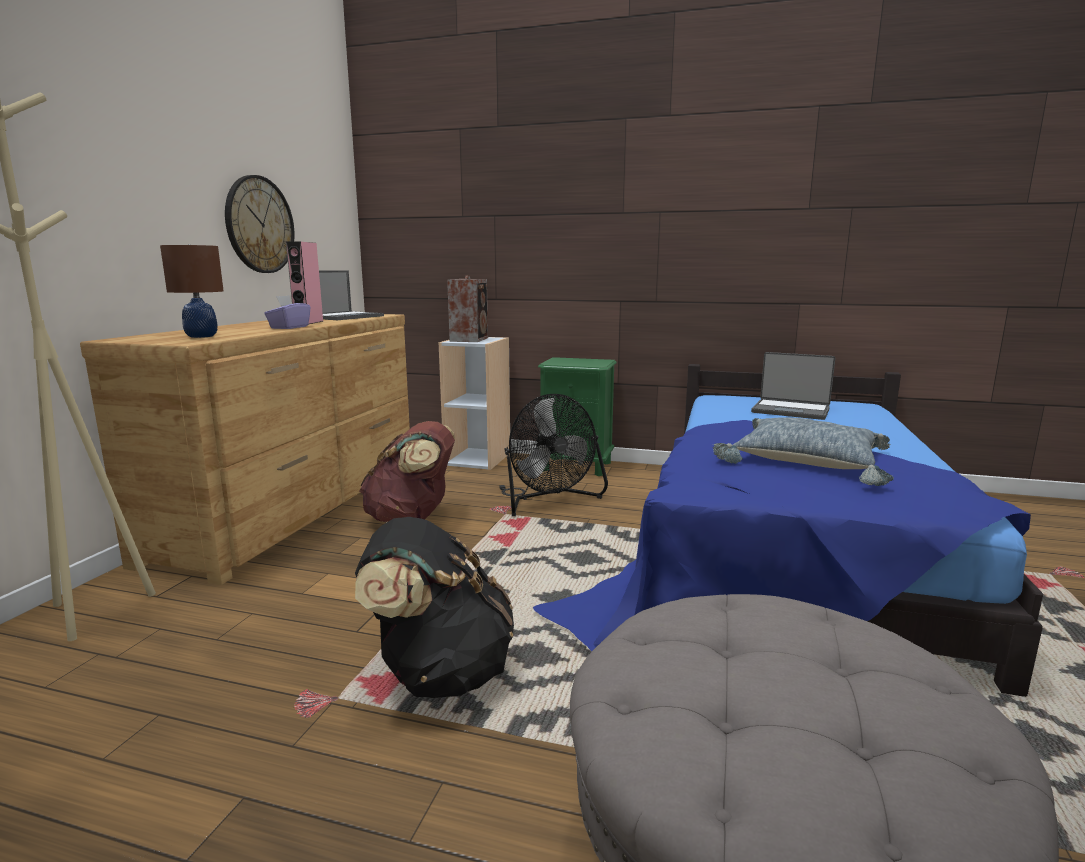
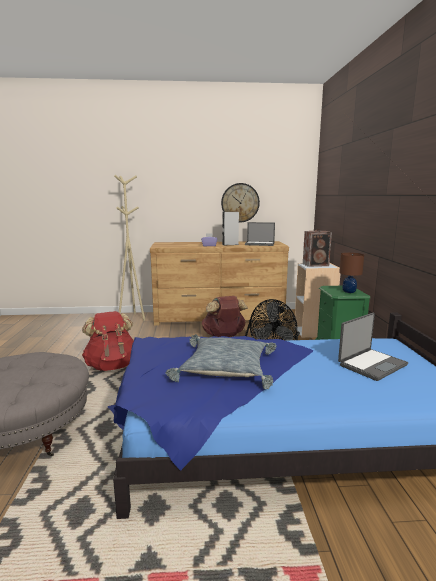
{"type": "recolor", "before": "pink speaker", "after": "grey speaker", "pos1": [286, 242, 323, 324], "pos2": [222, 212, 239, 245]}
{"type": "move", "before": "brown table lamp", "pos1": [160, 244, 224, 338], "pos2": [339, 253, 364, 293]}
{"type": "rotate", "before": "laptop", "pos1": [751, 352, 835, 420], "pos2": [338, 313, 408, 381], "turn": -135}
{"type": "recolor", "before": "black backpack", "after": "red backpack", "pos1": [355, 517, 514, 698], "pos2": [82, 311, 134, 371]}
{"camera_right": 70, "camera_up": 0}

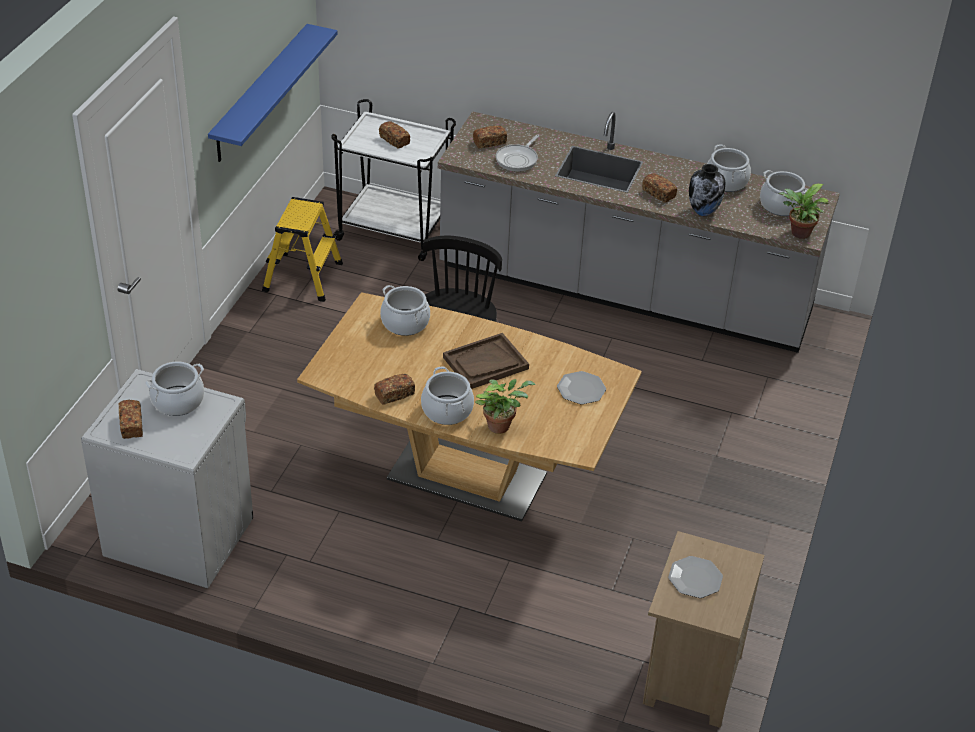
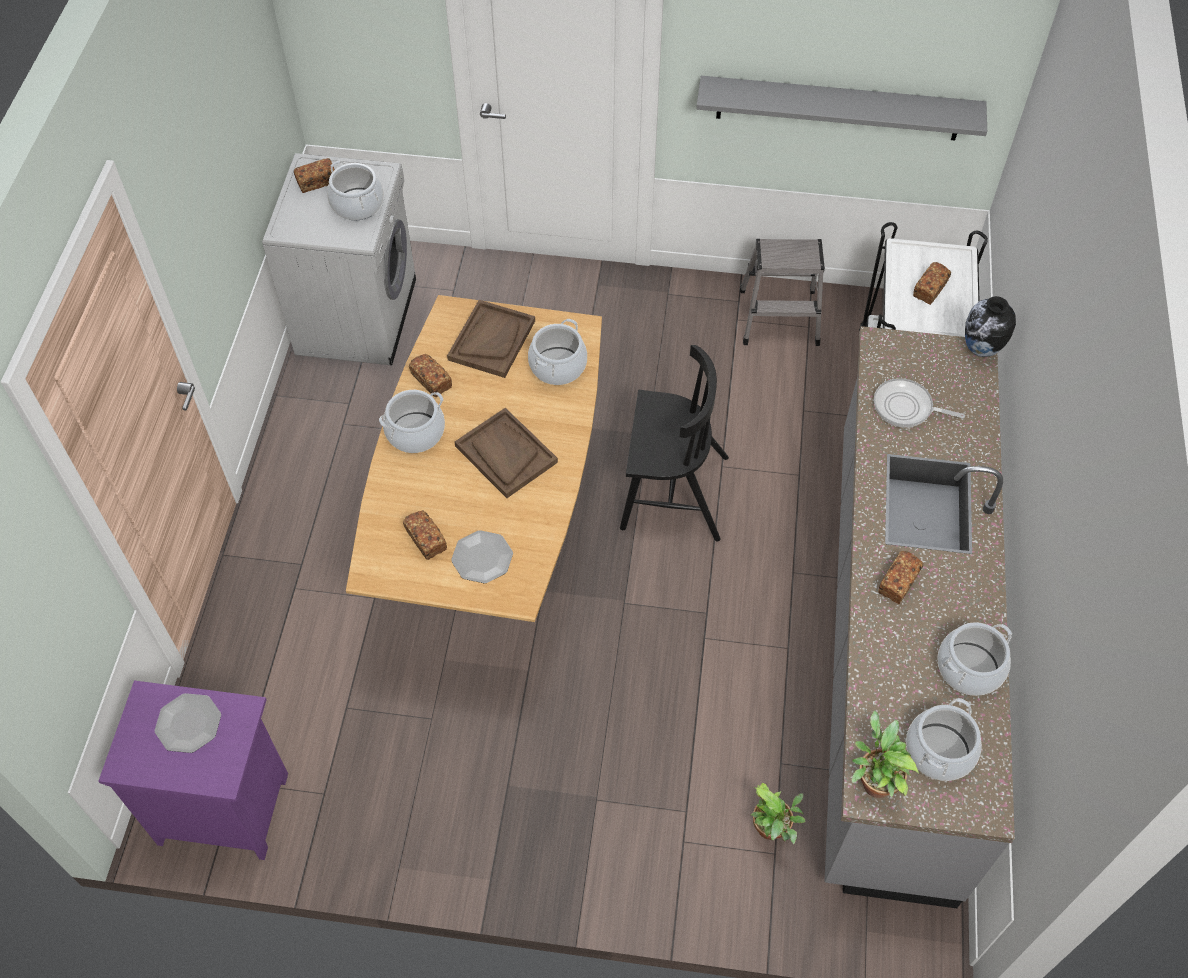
{"type": "recolor", "before": "blue shelf", "after": "grey shelf", "pos1": [208, 24, 338, 162], "pos2": [696, 76, 987, 141]}
{"type": "move", "before": "bread", "pos1": [473, 126, 507, 149], "pos2": [403, 510, 447, 560]}
{"type": "move", "before": "vase", "pos1": [689, 164, 726, 216], "pos2": [965, 296, 1016, 357]}
{"type": "recolor", "before": "yellow step ladder", "after": "grey step ladder", "pos1": [262, 197, 343, 302], "pos2": [740, 238, 825, 346]}
{"type": "move", "before": "potted plant", "pos1": [475, 379, 536, 434], "pos2": [751, 783, 805, 844]}
{"type": "recolor", "before": "beige nightstand", "after": "purple nightstand", "pos1": [643, 531, 765, 728], "pos2": [98, 680, 288, 860]}
{"type": "insert", "after": "brown tray", "pos2": [447, 300, 535, 378]}
{"camera_right": 80, "camera_up": 15}

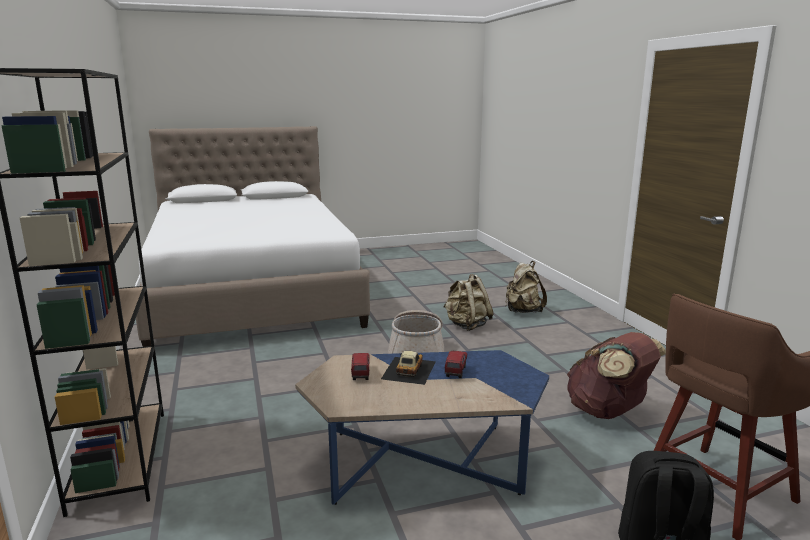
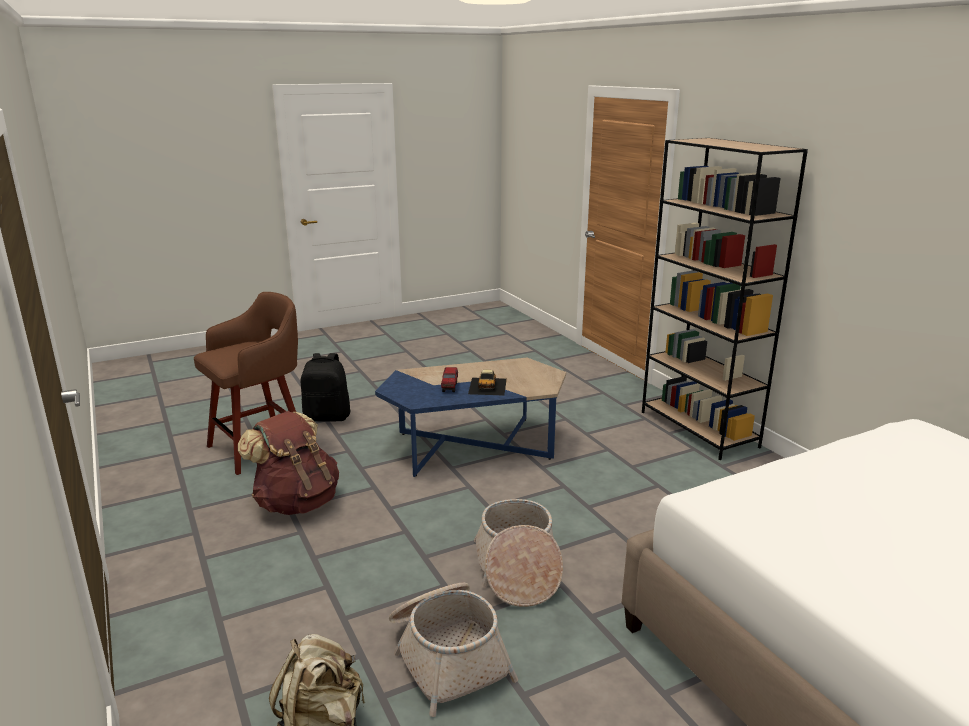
{"type": "replace", "before": "beige backpack", "after": "basket", "pos1": [443, 274, 494, 331], "pos2": [389, 582, 518, 717]}
{"type": "delete", "before": "toy truck", "pos1": [351, 353, 369, 380]}
{"camera_right": 170, "camera_up": 5}

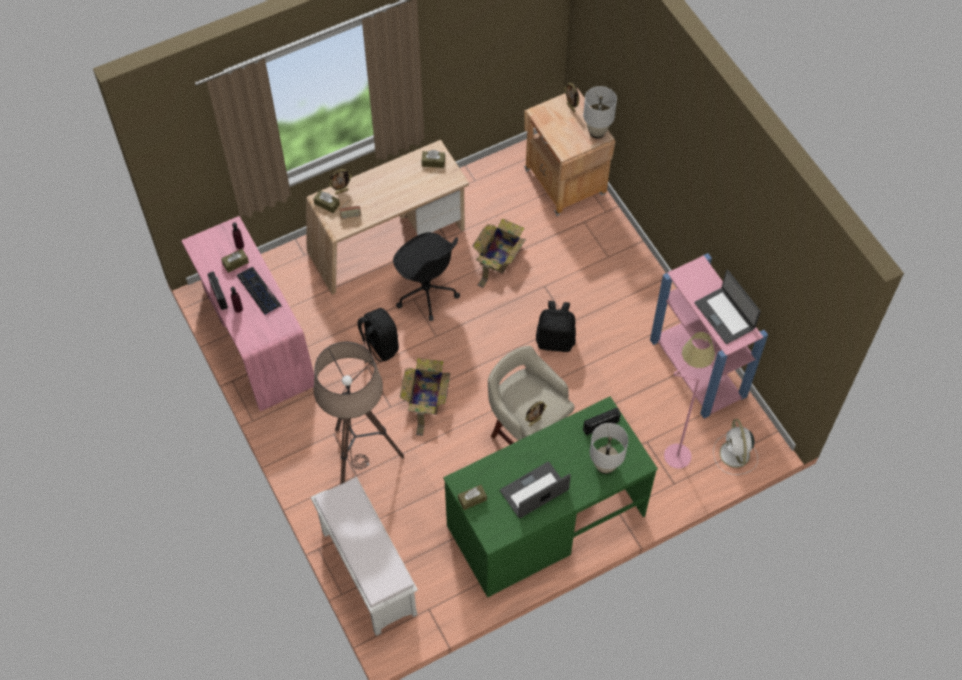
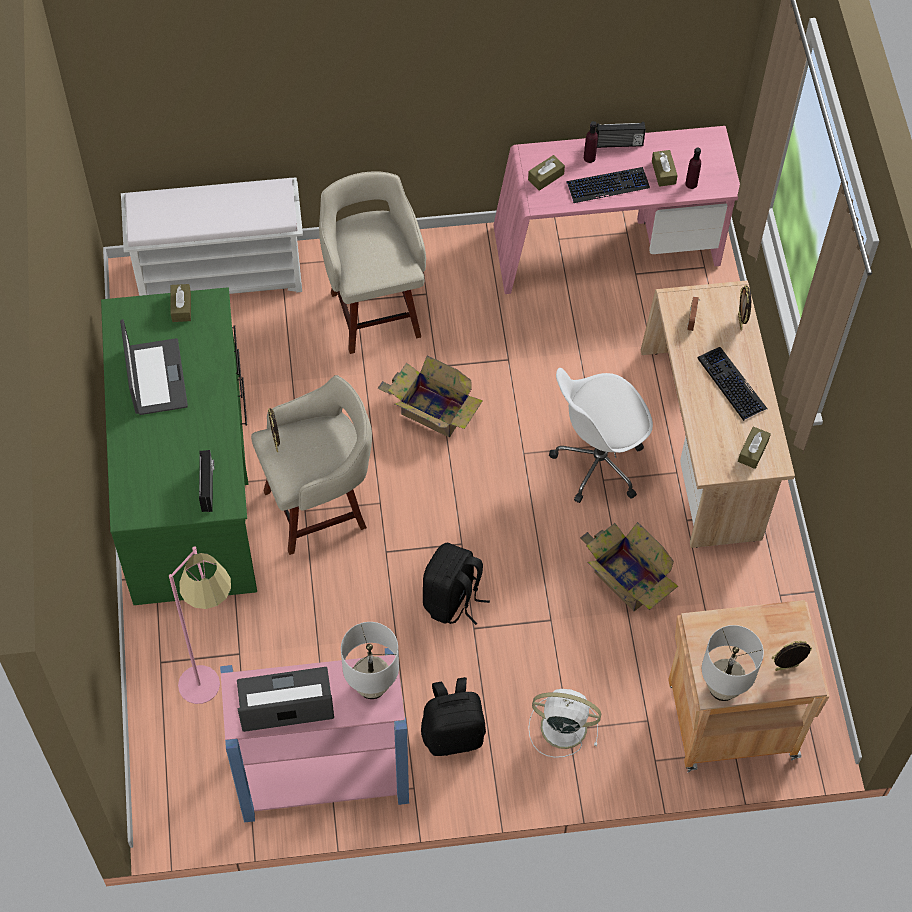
{"type": "move", "before": "brown tissue box", "pos1": [313, 190, 340, 213], "pos2": [528, 155, 565, 191]}
{"type": "recolor", "before": "black office chair", "after": "white office chair", "pos1": [393, 232, 460, 321], "pos2": [549, 368, 653, 503]}
{"type": "move", "before": "black backpack", "pos1": [358, 308, 399, 363], "pos2": [421, 677, 486, 756]}
{"type": "replace", "before": "floor lamp", "after": "beige stool", "pos1": [314, 342, 404, 485], "pos2": [319, 171, 426, 354]}
{"type": "move", "before": "white fan", "pos1": [713, 419, 758, 475], "pos2": [528, 689, 601, 758]}
{"type": "move", "before": "white table lamp", "pos1": [590, 423, 628, 474], "pos2": [341, 622, 399, 699]}
{"type": "insert", "after": "keyboard", "pos2": [697, 347, 768, 421]}
{"camera_right": 110, "camera_up": 0}

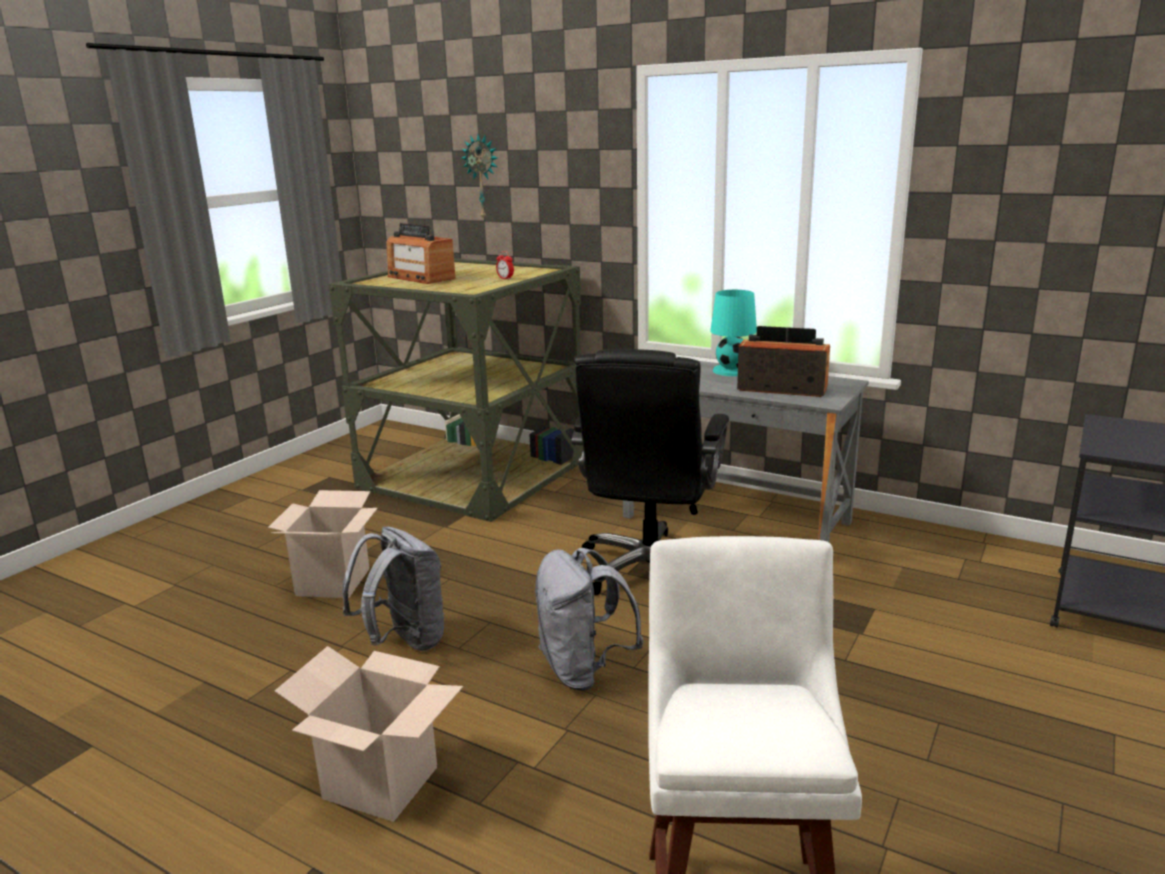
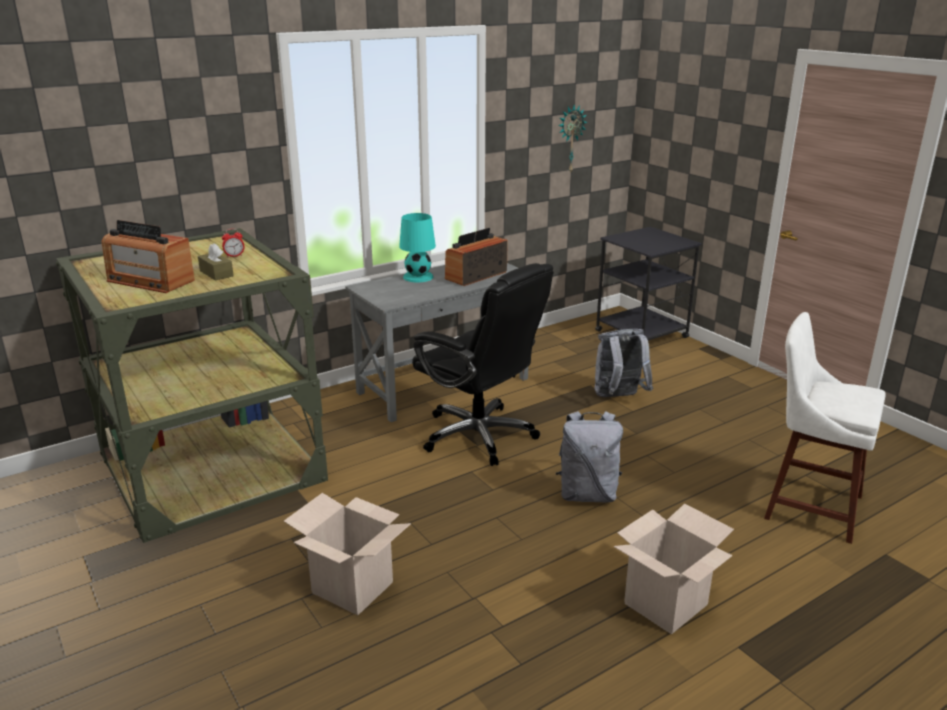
{"type": "move", "before": "wall clock", "pos1": [462, 134, 498, 220], "pos2": [558, 105, 587, 174]}
{"type": "rotate", "before": "radio", "pos1": [386, 223, 455, 284], "pos2": [101, 220, 195, 293], "turn": 45}
{"type": "move", "before": "grey backpack", "pos1": [343, 526, 444, 651], "pos2": [594, 329, 653, 397]}
{"type": "insert", "after": "brown tissue box", "pos2": [198, 243, 234, 281]}
{"camera_right": -65, "camera_up": 5}

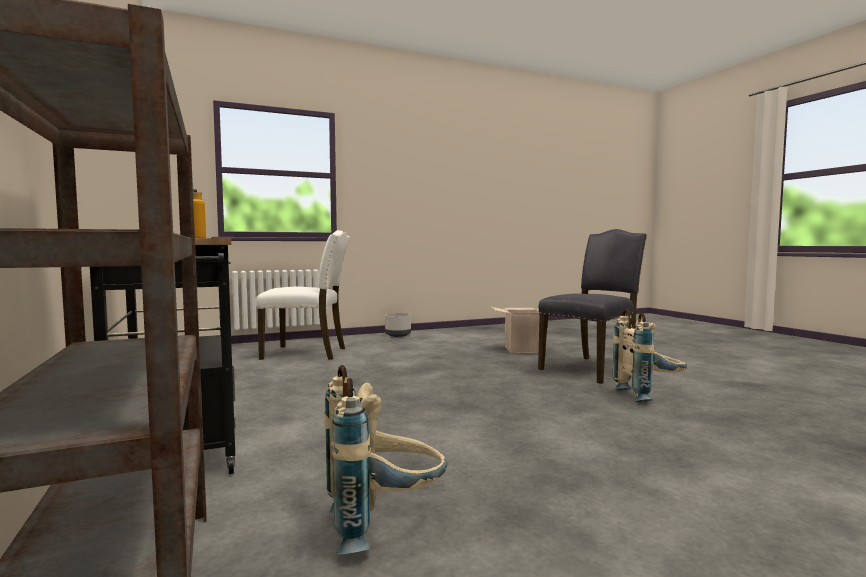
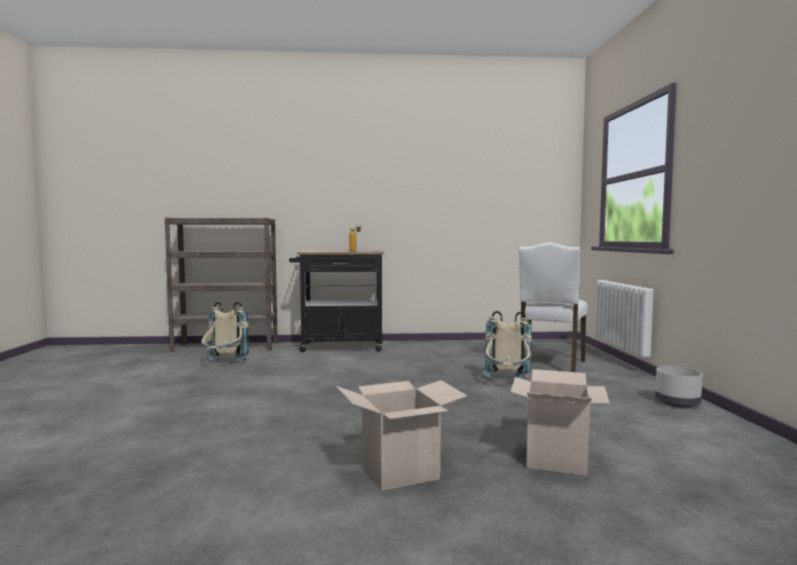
{"type": "replace", "before": "grey chair", "after": "cardboard box", "pos1": [538, 229, 647, 384], "pos2": [336, 380, 467, 491]}
{"type": "move", "before": "beige backpack", "pos1": [613, 309, 687, 402], "pos2": [483, 311, 532, 380]}
{"camera_right": 110, "camera_up": 0}

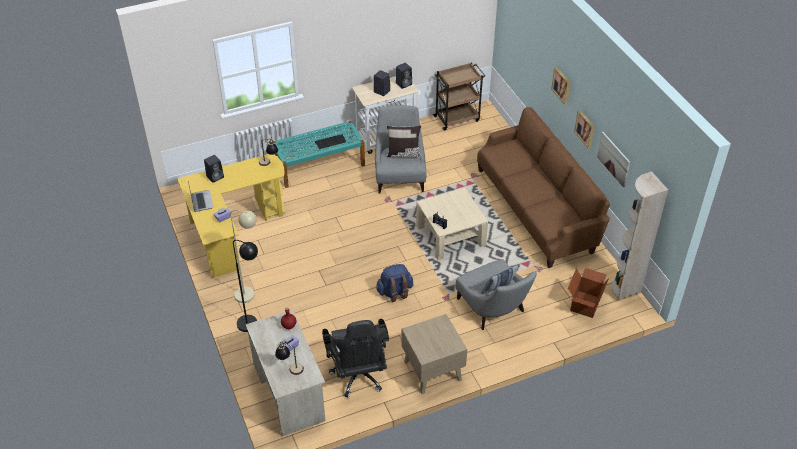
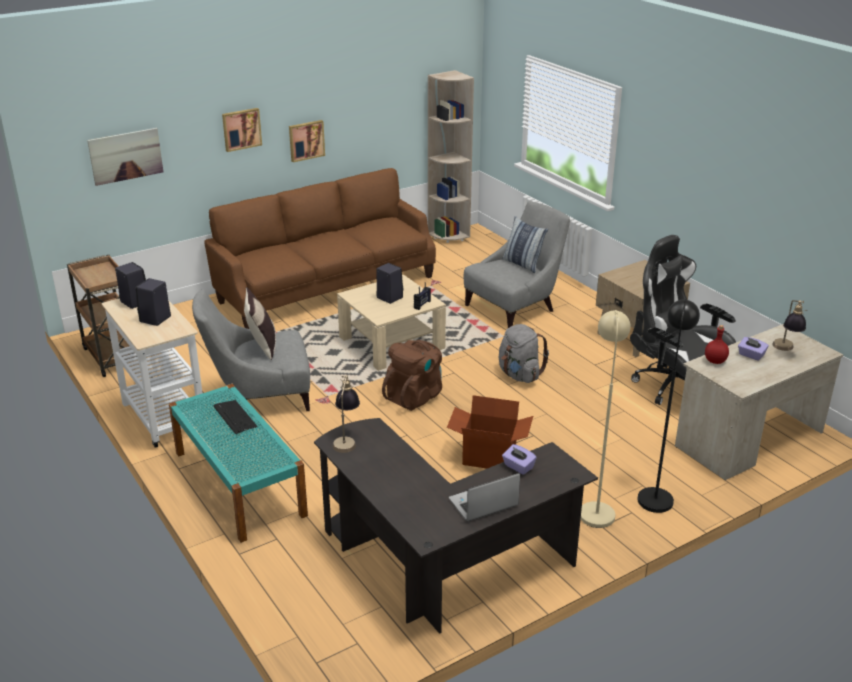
{"type": "move", "before": "picture", "pos1": [597, 132, 630, 187], "pos2": [87, 128, 163, 186]}
{"type": "recolor", "before": "yellow desk", "after": "black desk", "pos1": [177, 154, 285, 278], "pos2": [314, 418, 598, 634]}
{"type": "move", "before": "black speaker", "pos1": [204, 155, 224, 183], "pos2": [376, 263, 403, 304]}
{"type": "recolor", "before": "blue backpack", "after": "grey backpack", "pos1": [376, 264, 414, 302], "pos2": [499, 324, 549, 383]}
{"type": "move", "before": "cardboard box", "pos1": [568, 268, 609, 318], "pos2": [447, 395, 533, 469]}
{"type": "rotate", "before": "black office chair", "pos1": [322, 319, 389, 398], "pos2": [630, 235, 736, 405], "turn": -105}
{"type": "insert", "after": "brown backpack", "pos2": [382, 340, 442, 411]}
{"camera_right": -100, "camera_up": -15}

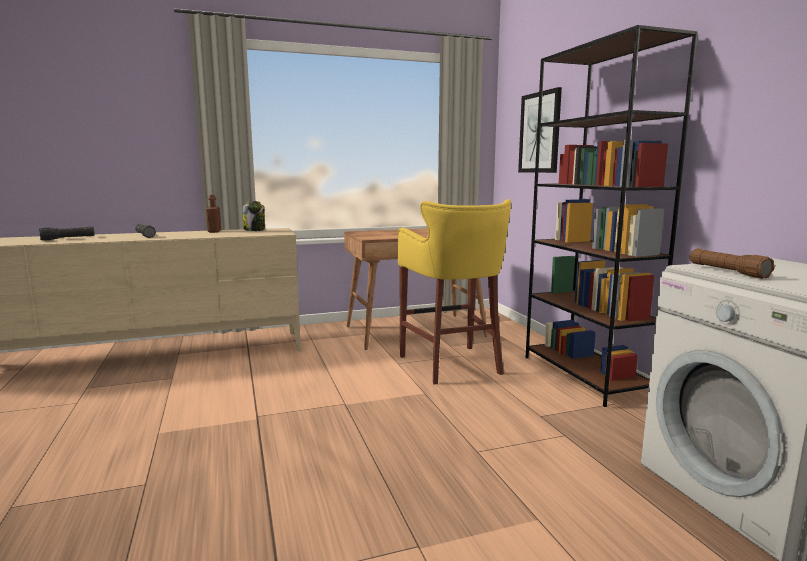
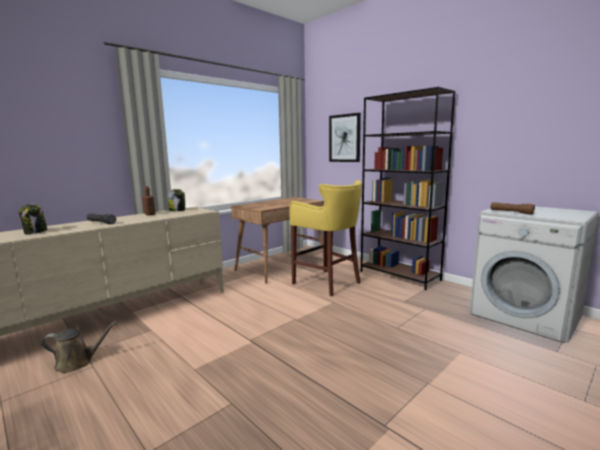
{"type": "replace", "before": "black flashlight", "after": "jar", "pos1": [39, 227, 95, 241], "pos2": [18, 204, 47, 235]}
{"type": "insert", "after": "brown watering can", "pos2": [41, 321, 117, 373]}
{"camera_right": -25, "camera_up": 0}

